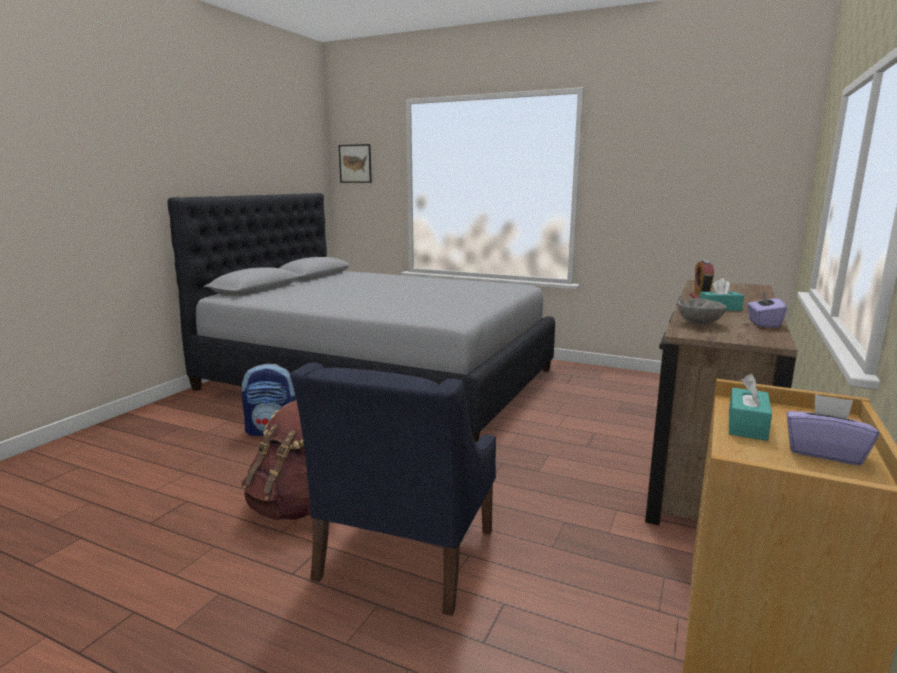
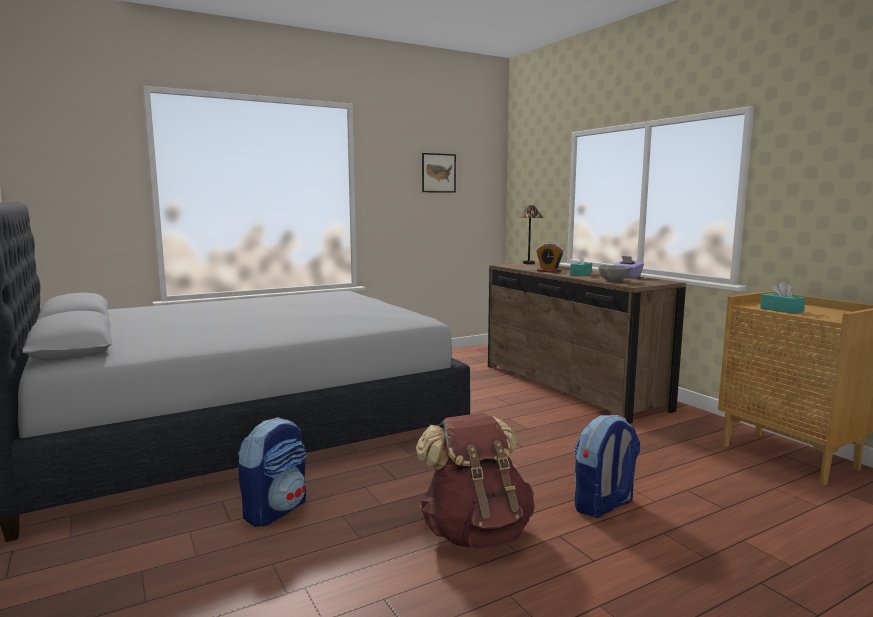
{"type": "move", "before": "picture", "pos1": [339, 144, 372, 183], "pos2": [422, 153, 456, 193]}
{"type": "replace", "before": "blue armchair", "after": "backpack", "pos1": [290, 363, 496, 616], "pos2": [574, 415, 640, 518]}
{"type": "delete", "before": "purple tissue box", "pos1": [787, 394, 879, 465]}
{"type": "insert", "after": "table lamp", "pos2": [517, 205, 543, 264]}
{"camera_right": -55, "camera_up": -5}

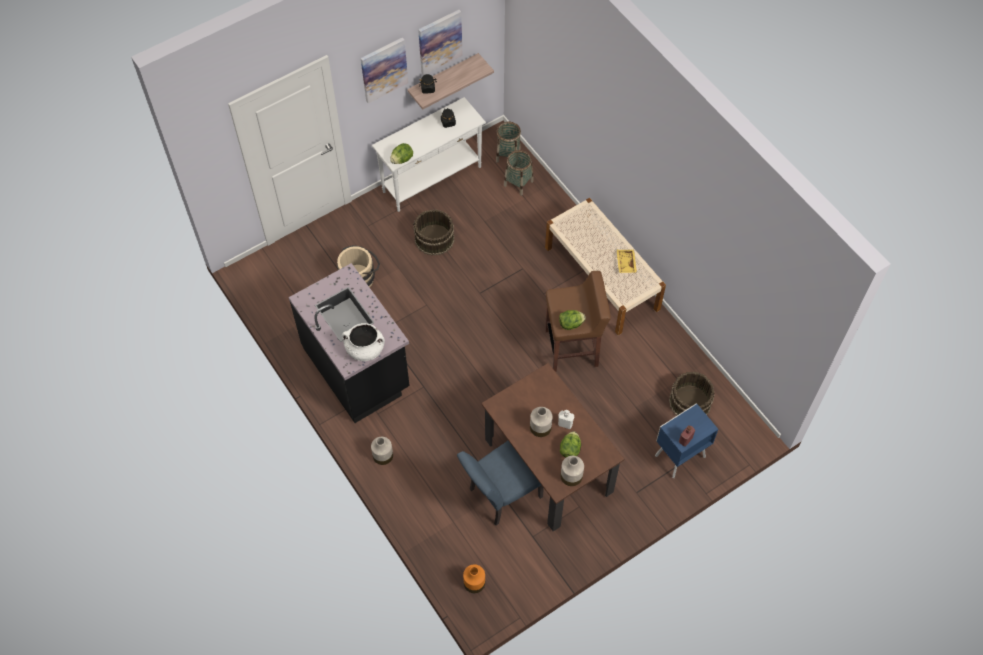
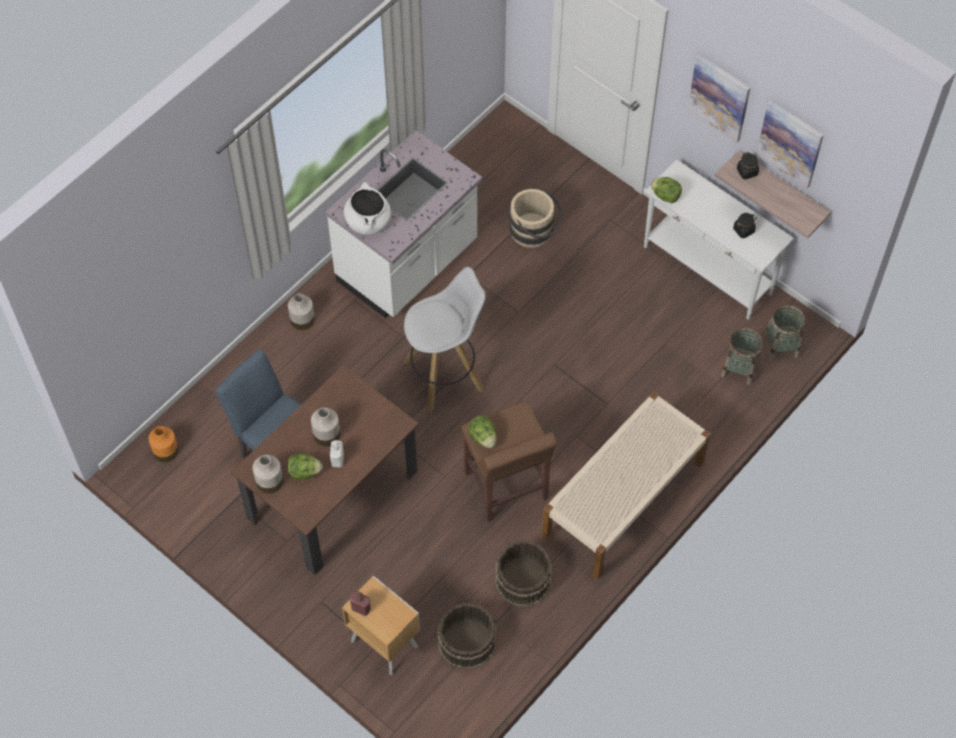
{"type": "move", "before": "brown bucket", "pos1": [413, 209, 455, 256], "pos2": [495, 540, 552, 607]}
{"type": "delete", "before": "yellow tray", "pos1": [617, 250, 637, 273]}
{"type": "recolor", "before": "black counter", "after": "white counter", "pos1": [288, 263, 410, 423], "pos2": [326, 130, 482, 318]}
{"type": "recolor", "before": "blue nightstand", "after": "brown nightstand", "pos1": [655, 403, 718, 478], "pos2": [342, 576, 420, 675]}
{"type": "insert", "after": "white stool", "pos2": [404, 267, 486, 412]}
{"camera_right": 75, "camera_up": 0}

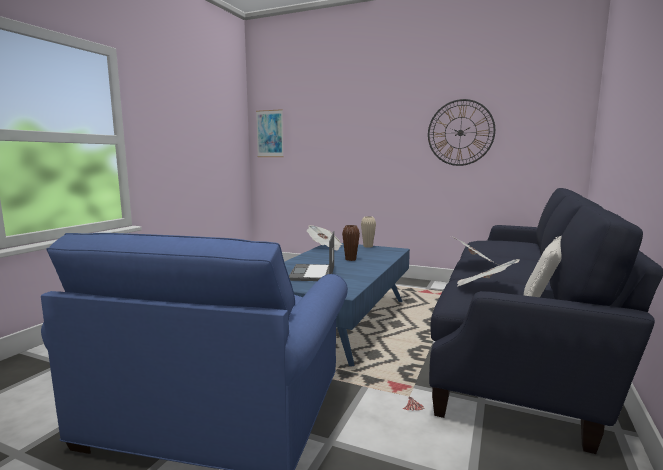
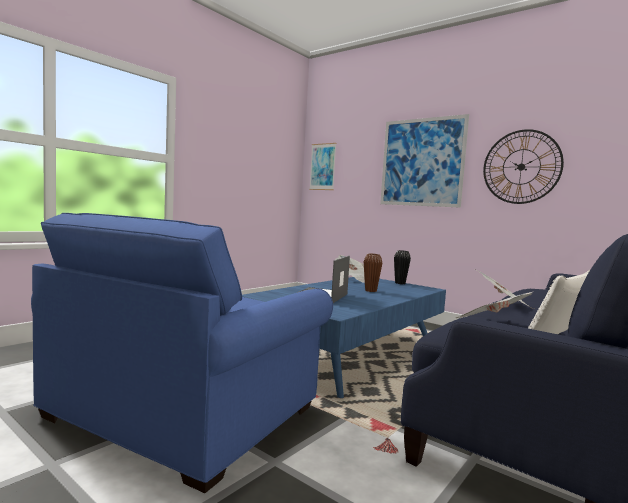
{"type": "recolor", "before": "beige vase", "after": "black vase", "pos1": [361, 216, 376, 248], "pos2": [394, 250, 411, 284]}
{"type": "insert", "after": "picture", "pos2": [380, 114, 469, 208]}
{"camera_right": 15, "camera_up": -5}

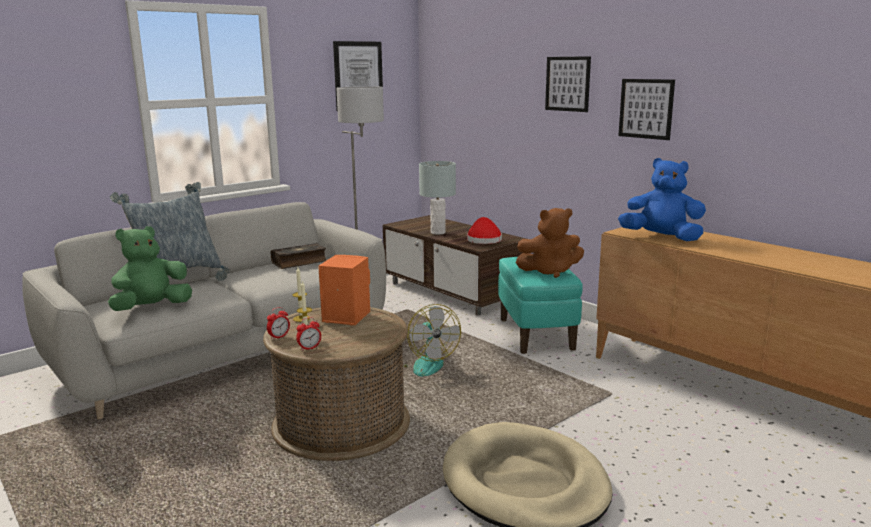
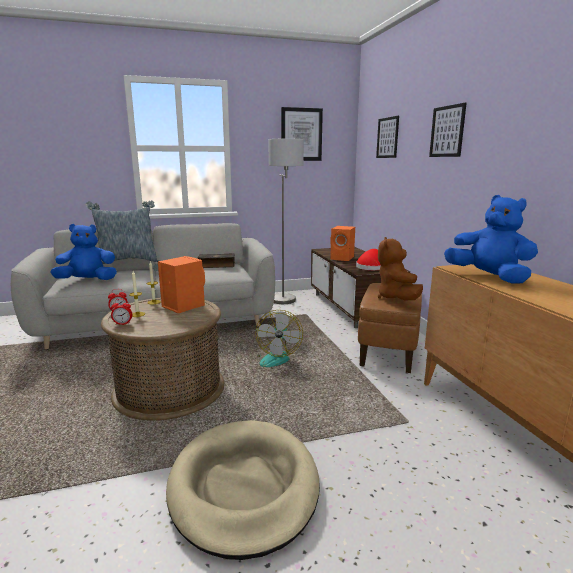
{"type": "move", "before": "picture", "pos1": [618, 79, 675, 140], "pos2": [376, 116, 399, 158]}
{"type": "replace", "before": "grey table lamp", "after": "orange speaker", "pos1": [419, 161, 456, 235], "pos2": [330, 226, 355, 261]}
{"type": "rotate", "before": "brown plush toy", "pos1": [515, 208, 584, 278], "pos2": [378, 237, 423, 300], "turn": 75}
{"type": "recolor", "before": "green plush toy", "after": "blue plush toy", "pos1": [108, 226, 192, 311], "pos2": [50, 224, 117, 280]}
{"type": "recolor", "before": "turquoise ottoman", "after": "brown ottoman", "pos1": [498, 257, 583, 354], "pos2": [358, 283, 422, 373]}
{"camera_right": 25, "camera_up": 0}

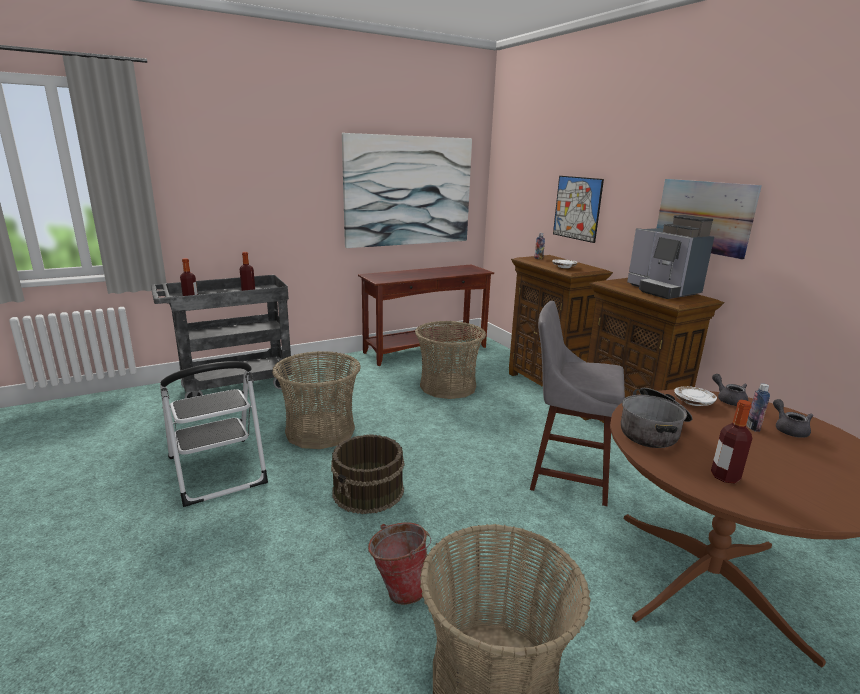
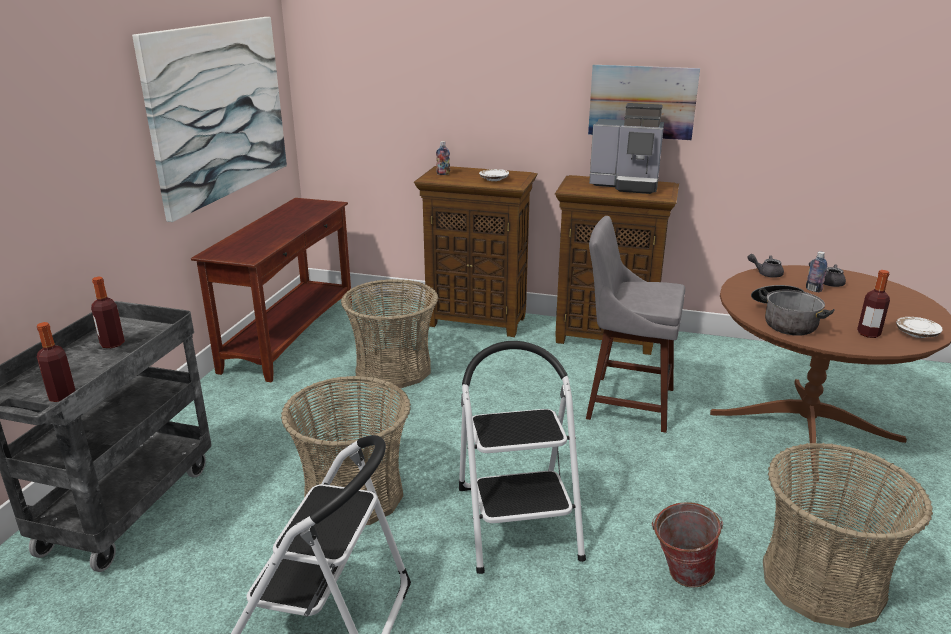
{"type": "delete", "before": "picture", "pos1": [553, 176, 604, 243]}
{"type": "rotate", "before": "grey chair", "pos1": [530, 301, 625, 506], "pos2": [586, 216, 685, 433], "turn": 45}
{"type": "move", "before": "white plate", "pos1": [674, 386, 717, 406], "pos2": [896, 317, 943, 338]}
{"type": "replace", "before": "brown bucket", "after": "step ladder", "pos1": [331, 434, 404, 514], "pos2": [459, 341, 586, 574]}
{"camera_right": -45, "camera_up": 5}

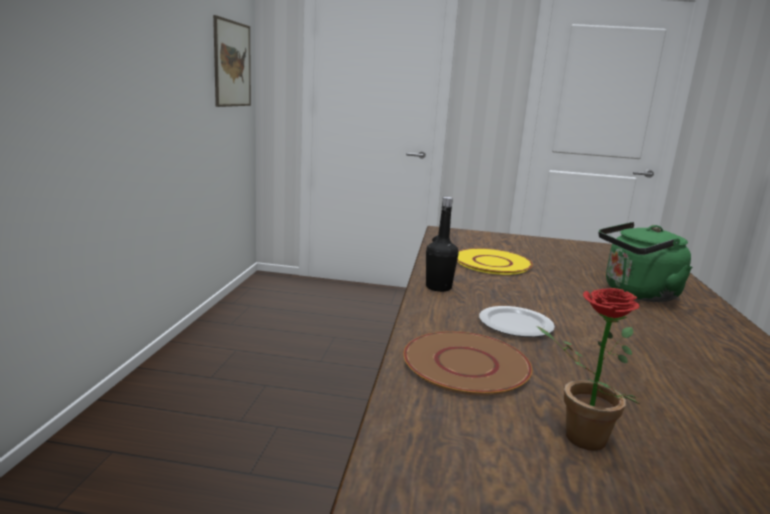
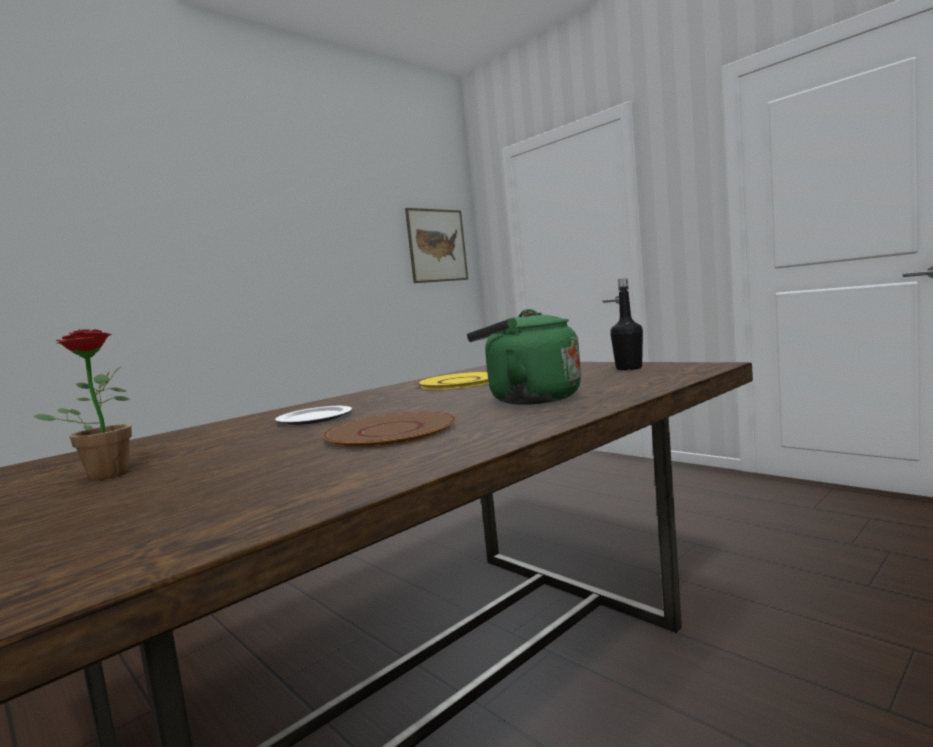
{"type": "move", "before": "black bottle", "pos1": [426, 197, 459, 292], "pos2": [610, 278, 643, 370]}
{"type": "move", "before": "brown plate", "pos1": [403, 331, 532, 396], "pos2": [323, 411, 456, 449]}
{"camera_right": 40, "camera_up": -10}

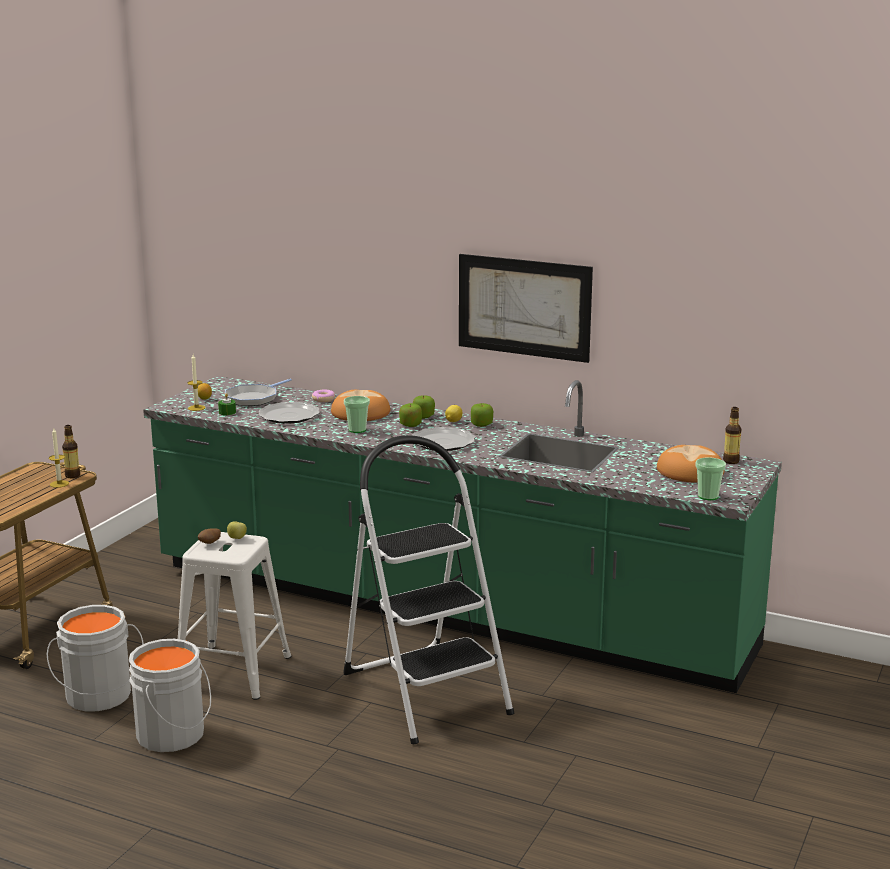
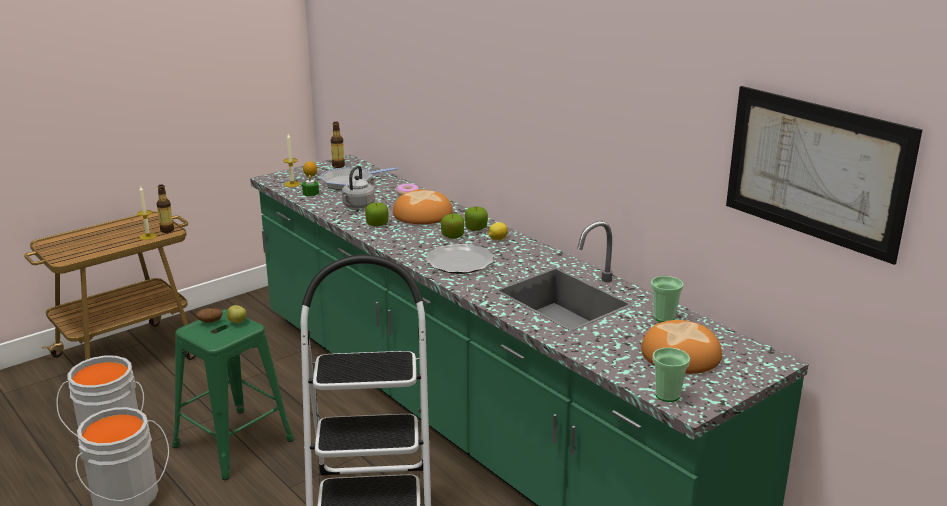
{"type": "move", "before": "picture", "pos1": [459, 254, 593, 363], "pos2": [726, 86, 922, 265]}
{"type": "move", "before": "cup", "pos1": [344, 396, 370, 433], "pos2": [651, 276, 684, 322]}
{"type": "replace", "before": "plate", "after": "grey kettle", "pos1": [258, 402, 320, 424], "pos2": [342, 166, 375, 208]}
{"type": "move", "before": "apple", "pos1": [471, 403, 493, 427], "pos2": [365, 203, 388, 226]}
{"type": "move", "before": "bottle", "pos1": [723, 407, 741, 464], "pos2": [331, 122, 345, 168]}
{"type": "recolor", "before": "white stool", "after": "green stool", "pos1": [178, 532, 291, 700], "pos2": [172, 309, 295, 480]}
{"camera_right": 25, "camera_up": 5}

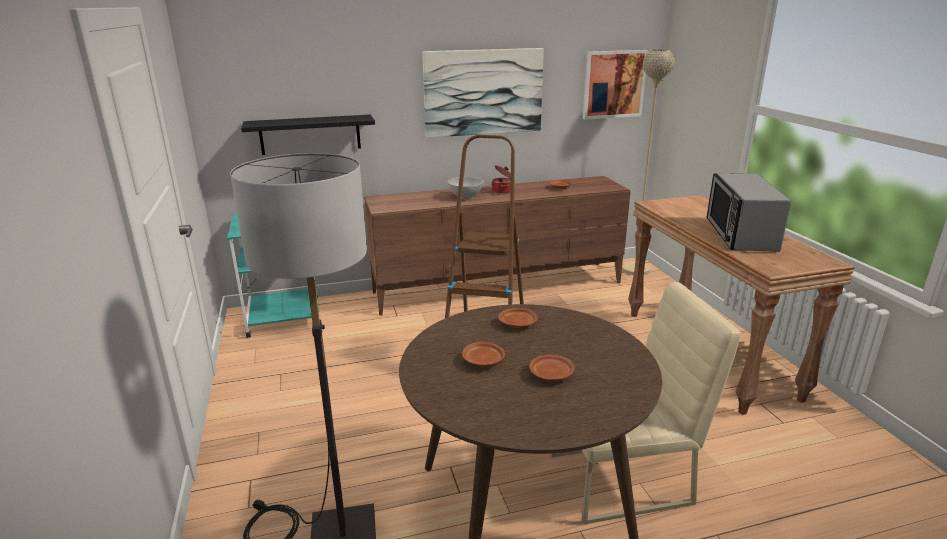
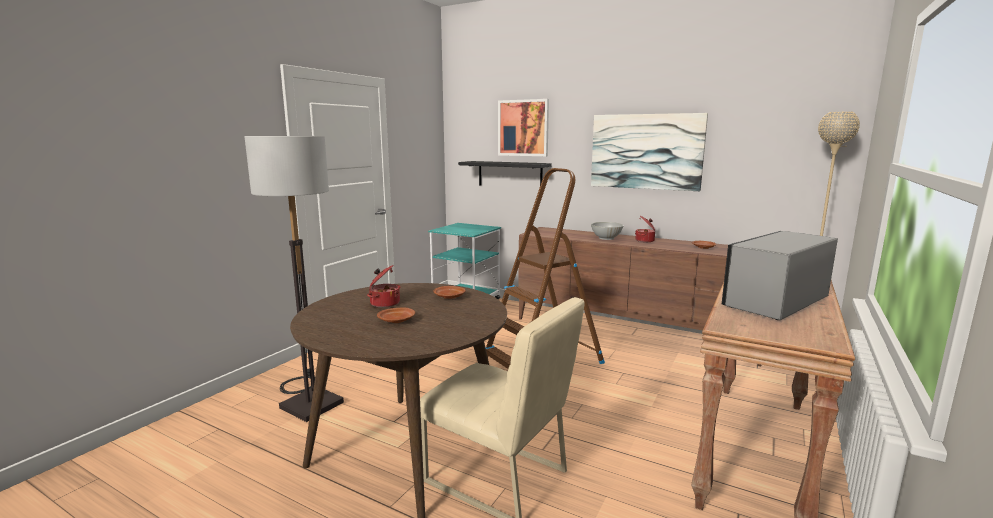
{"type": "move", "before": "picture", "pos1": [583, 50, 648, 120], "pos2": [498, 99, 549, 156]}
{"type": "replace", "before": "brown plate", "after": "cooking pot", "pos1": [462, 342, 505, 367], "pos2": [367, 265, 400, 308]}
{"camera_right": 45, "camera_up": -10}

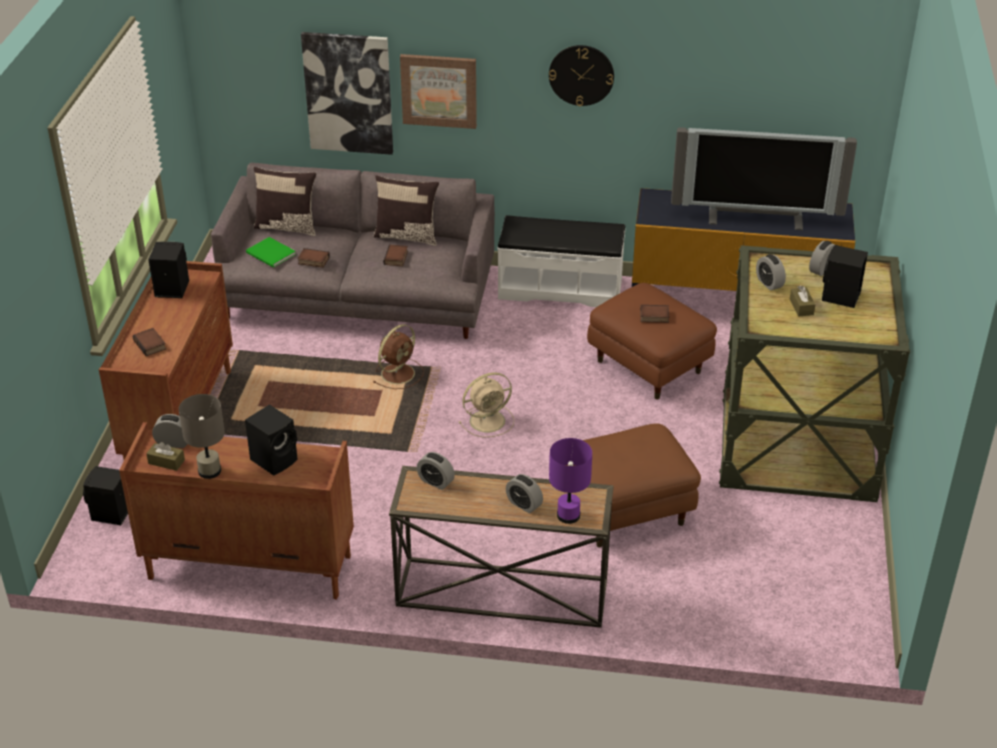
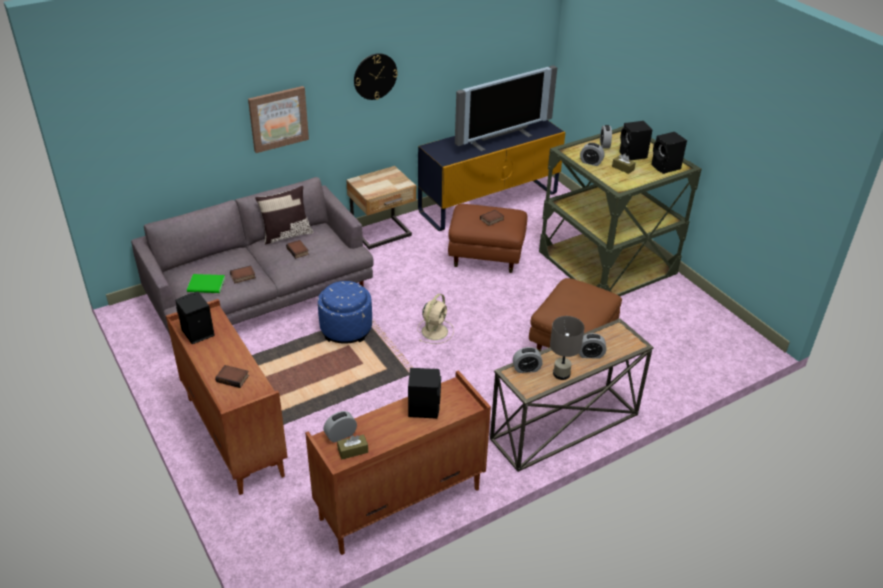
{"type": "delete", "before": "picture", "pos1": [301, 32, 393, 155]}
{"type": "delete", "before": "pillow", "pos1": [254, 167, 316, 236]}
{"type": "replace", "before": "white bench", "after": "beige nightstand", "pos1": [497, 215, 625, 307], "pos2": [346, 166, 416, 250]}
{"type": "replace", "before": "brown fan", "after": "blue ottoman", "pos1": [373, 324, 424, 389], "pos2": [318, 281, 372, 344]}
{"type": "move", "before": "grey table lamp", "pos1": [179, 394, 225, 479], "pos2": [550, 316, 584, 380]}
{"type": "delete", "before": "purple table lamp", "pos1": [549, 438, 592, 524]}
{"type": "move", "before": "black speaker", "pos1": [83, 466, 128, 525], "pos2": [651, 132, 687, 174]}
{"camera_right": -40, "camera_up": 0}

